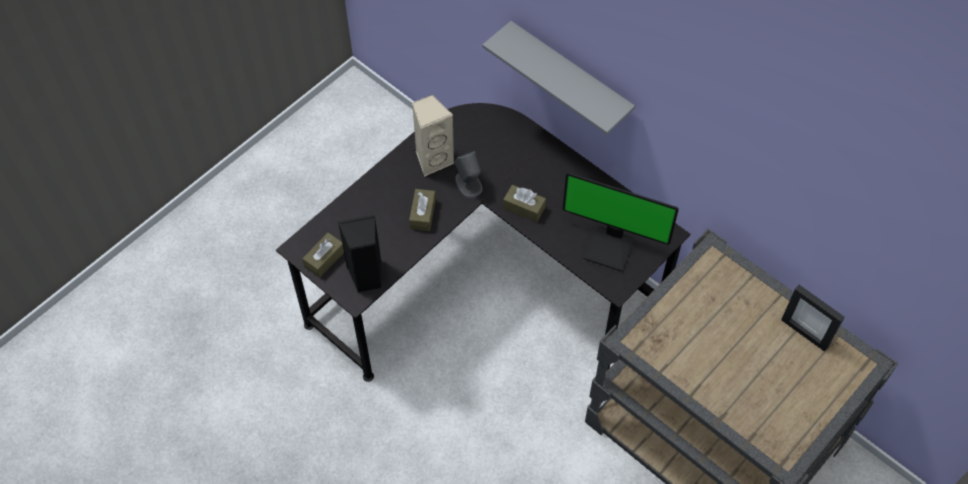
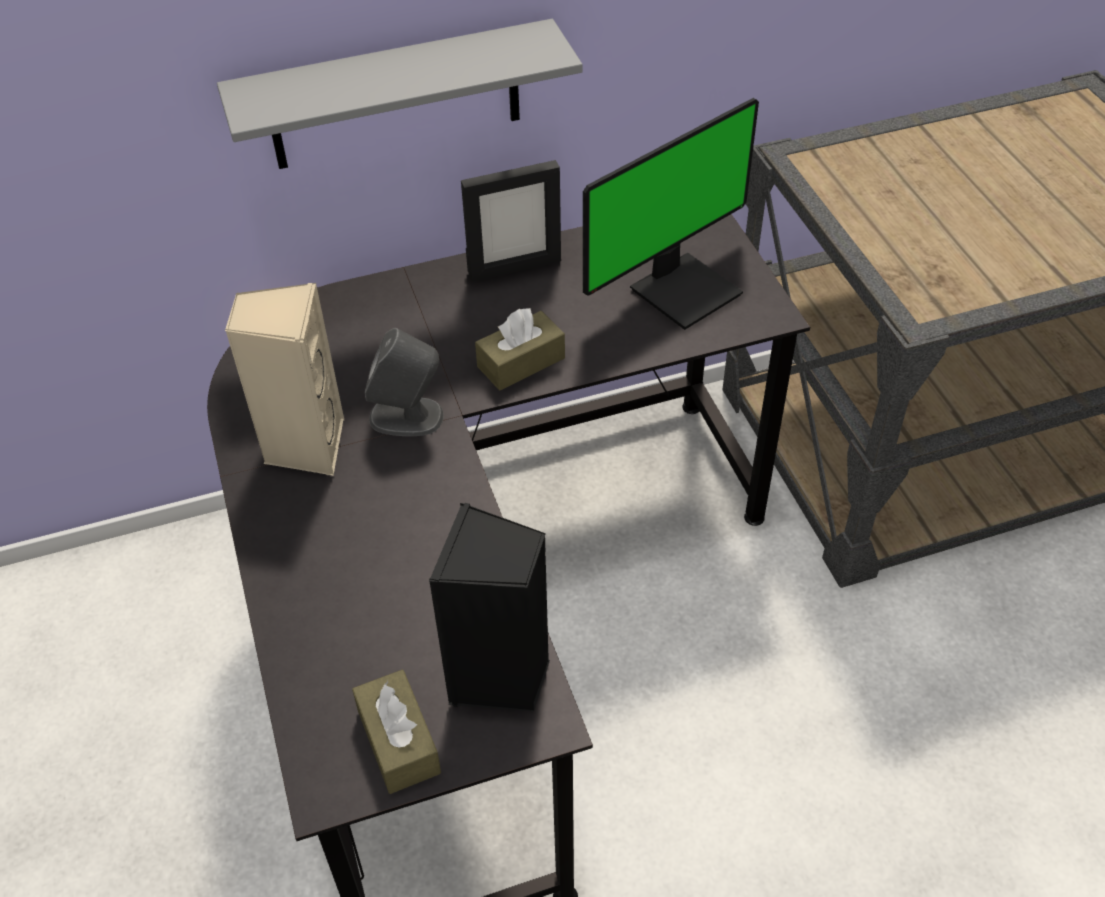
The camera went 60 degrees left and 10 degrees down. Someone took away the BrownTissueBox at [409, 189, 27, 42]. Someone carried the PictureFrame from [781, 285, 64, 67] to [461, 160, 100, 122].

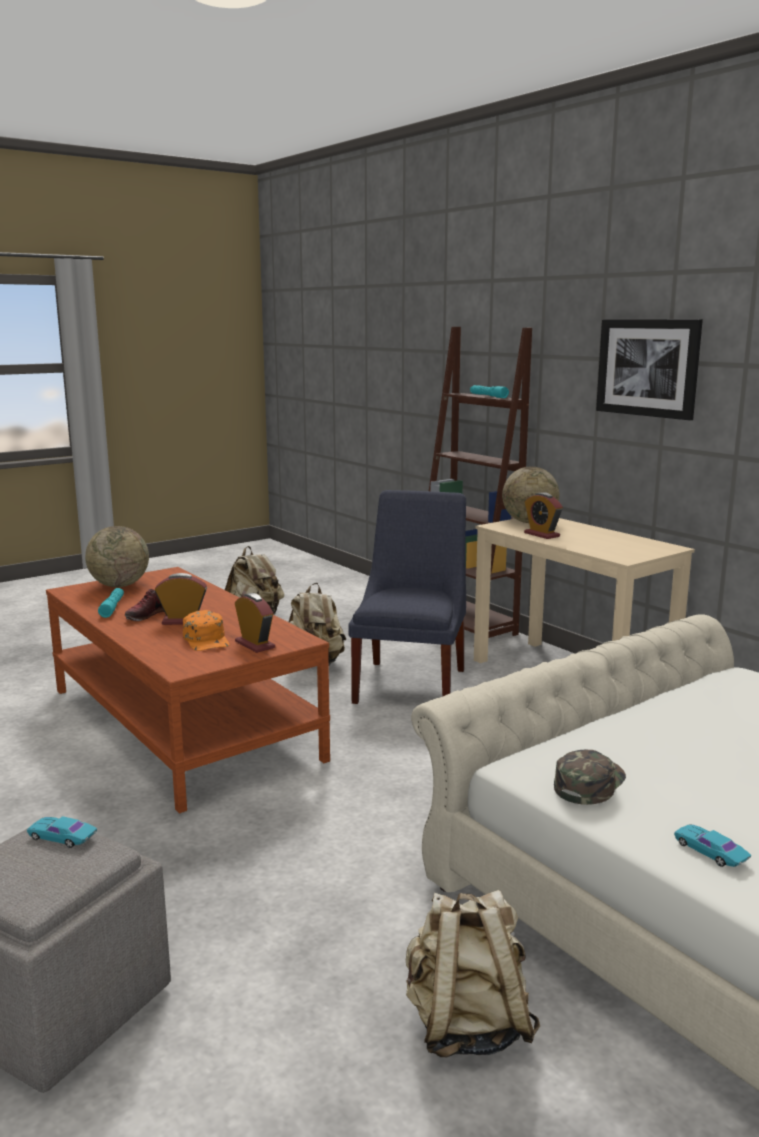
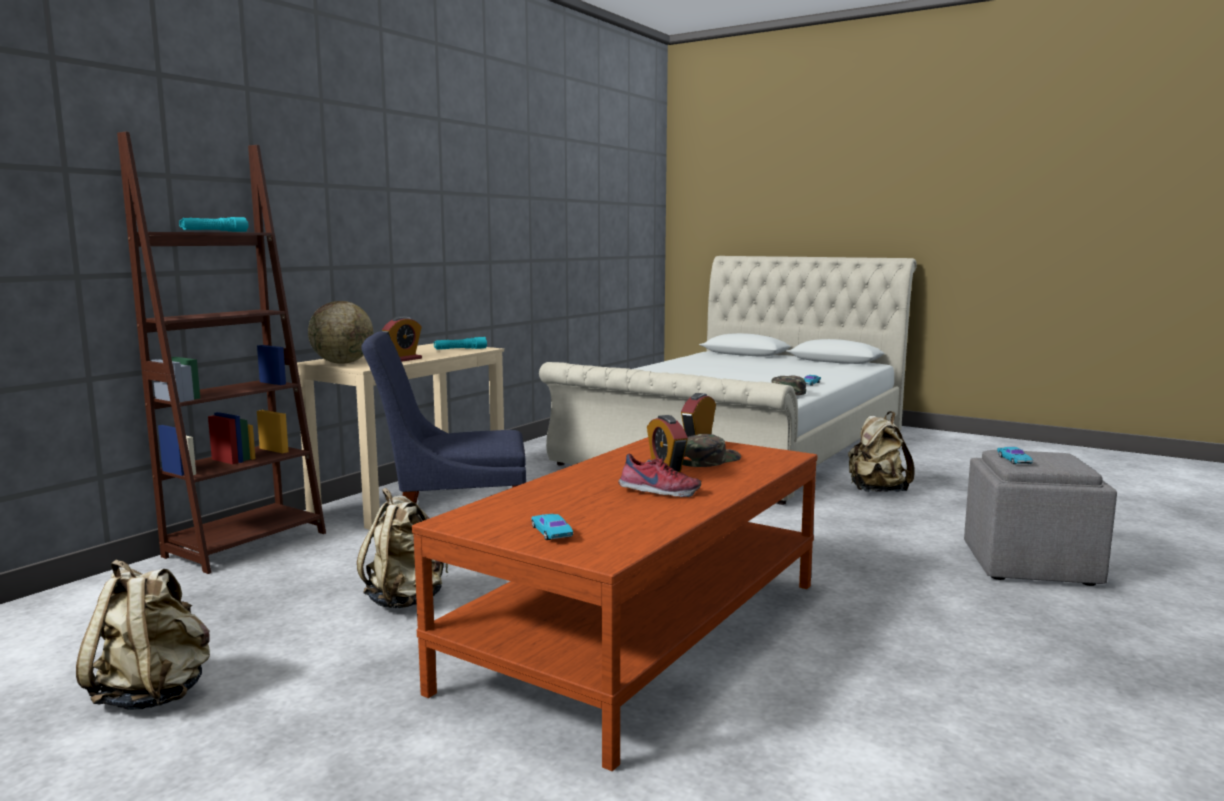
The camera went 110 degrees left and 5 degrees down. Someone swapped the Globe at [85, 526, 64, 61] for the TurquoiseToyCar at [531, 514, 42, 26]. Someone carried the TurquoiseFlashlight from [98, 588, 26, 30] to [434, 337, 53, 13]. Someone repainted the OrangeCap at [183, 610, 47, 41], which became the GreenCap at [682, 434, 59, 33]. Someone took away the Picture at [596, 319, 107, 101].

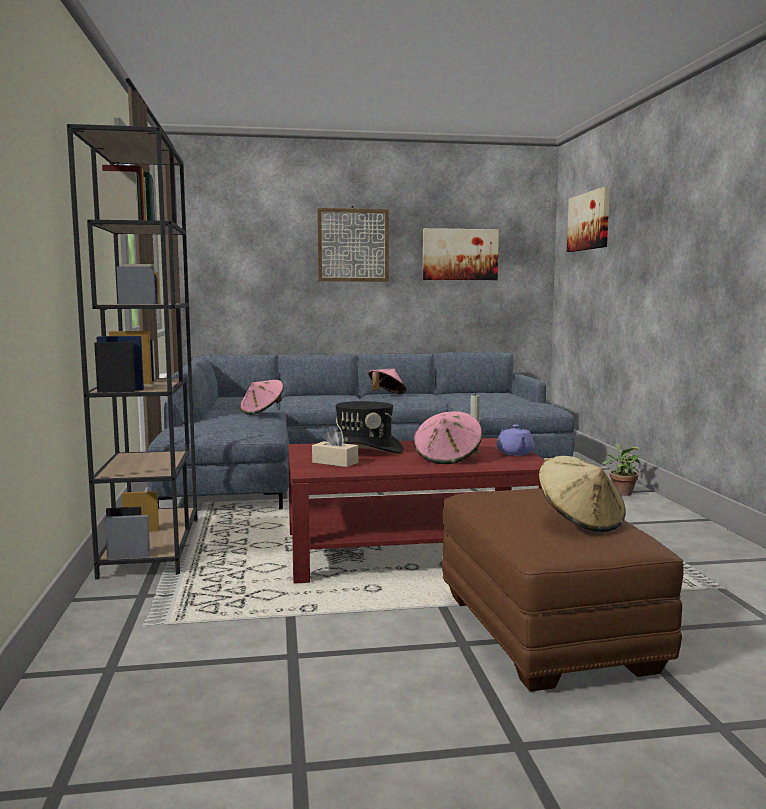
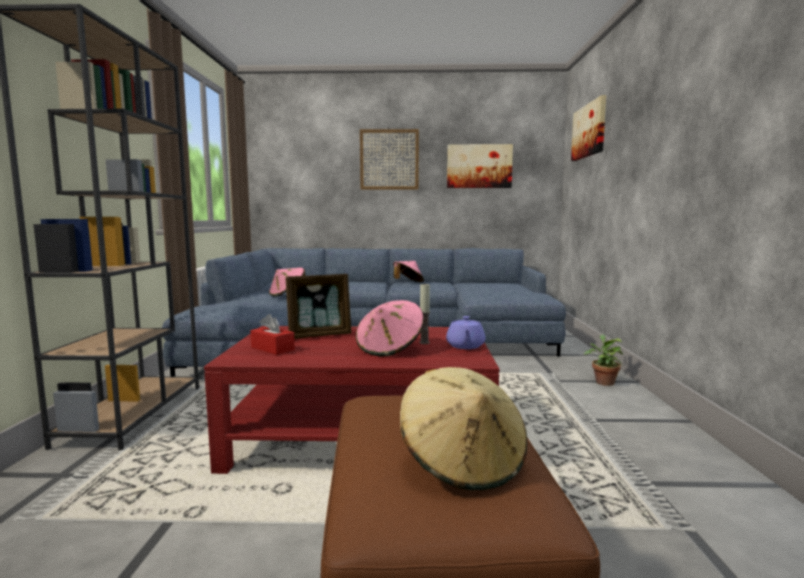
The camera went 10 degrees right and 0 degrees up. Someone repainted the BeigeTissueBox at [312, 428, 46, 39], which became the RedTissueBox at [251, 314, 44, 41]. Someone swapped the BlackHat at [336, 401, 68, 52] for the PictureFrame at [285, 274, 67, 65].

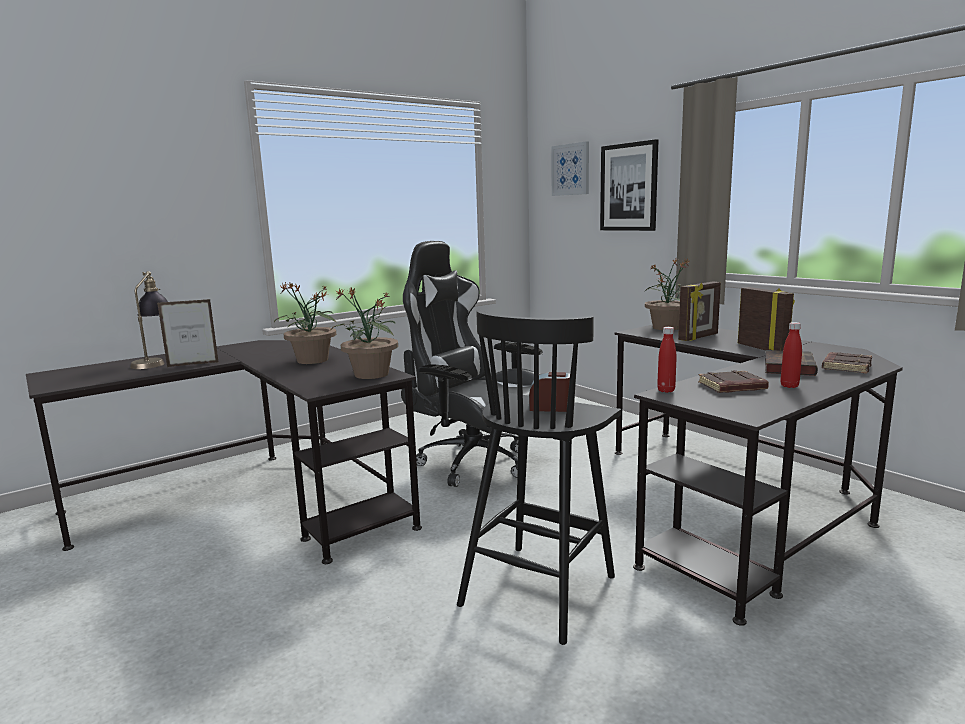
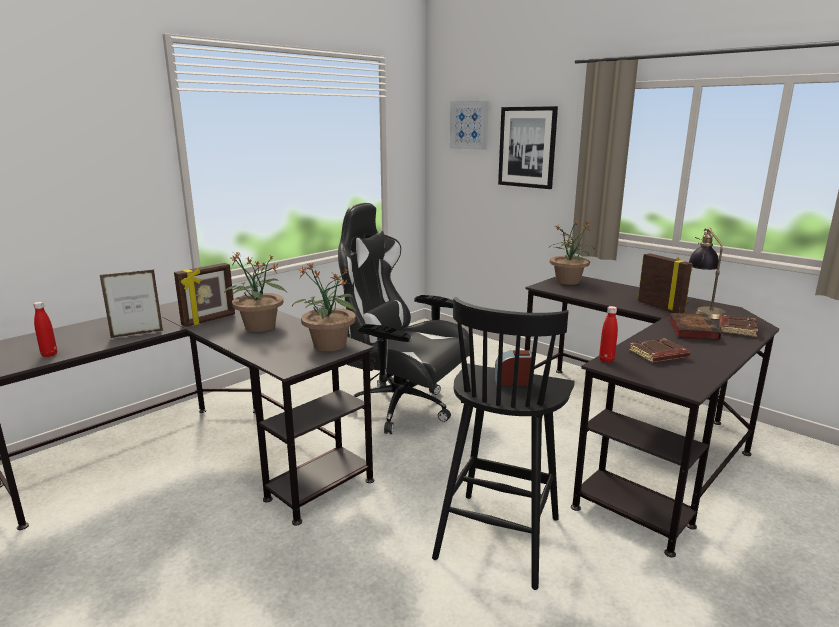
The camera went 10 degrees left and 5 degrees up. Someone carried the TableLamp from [130, 271, 38, 98] to [689, 227, 37, 92]. Someone carried the PictureFrame from [678, 282, 43, 59] to [174, 263, 61, 64]. Someone carried the RedBottle from [780, 322, 22, 66] to [33, 302, 24, 55].

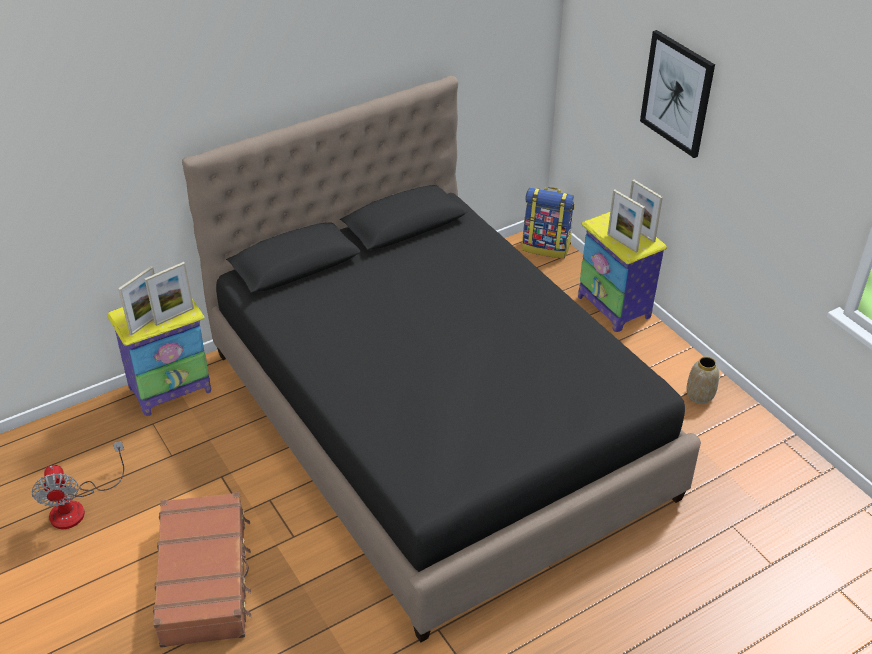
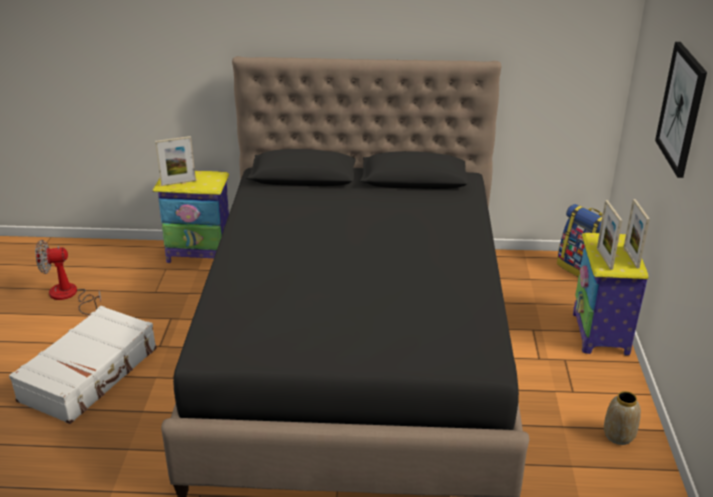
The camera went 35 degrees right and 10 degrees down. Someone rotated the Fan at [32, 441, 92, 88] by 60 degrees clockwise. Someone took away the PictureFrame at [145, 262, 49, 64]. Someone repainted the BrownSuitcase at [153, 492, 99, 156], which became the WhiteSuitcase at [9, 306, 148, 118].

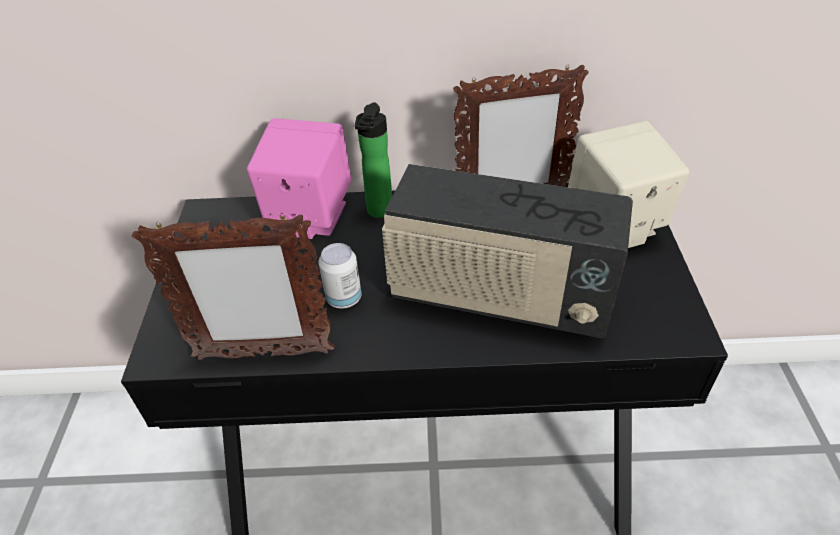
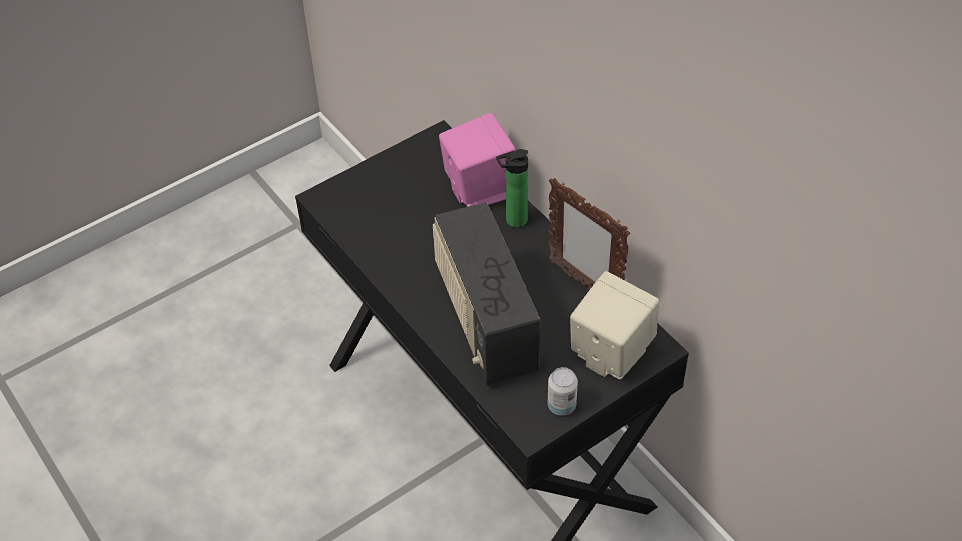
The camera went 55 degrees right and 5 degrees up. Someone took away the PictureFrame at [132, 213, 203, 147]. Someone carried the Can from [319, 243, 42, 66] to [547, 367, 31, 49].

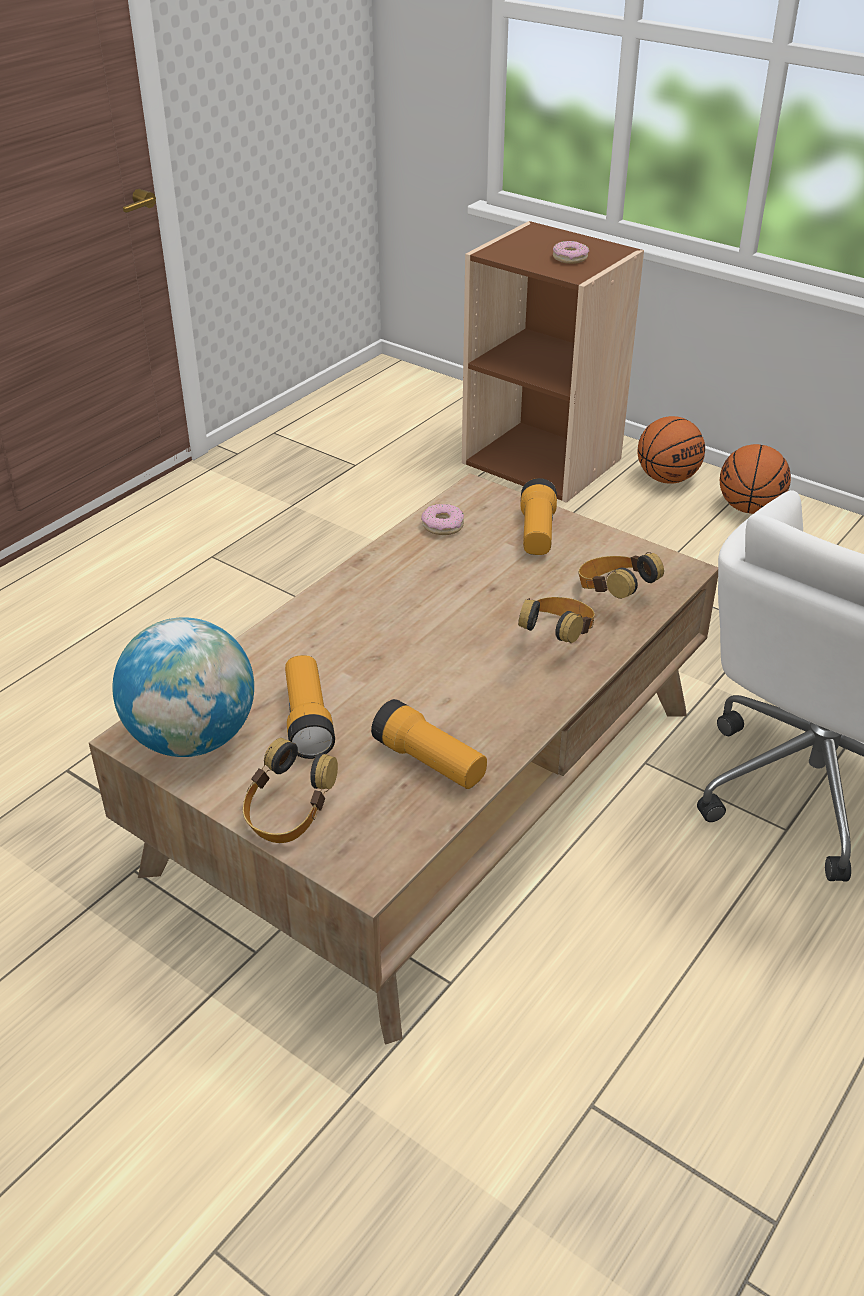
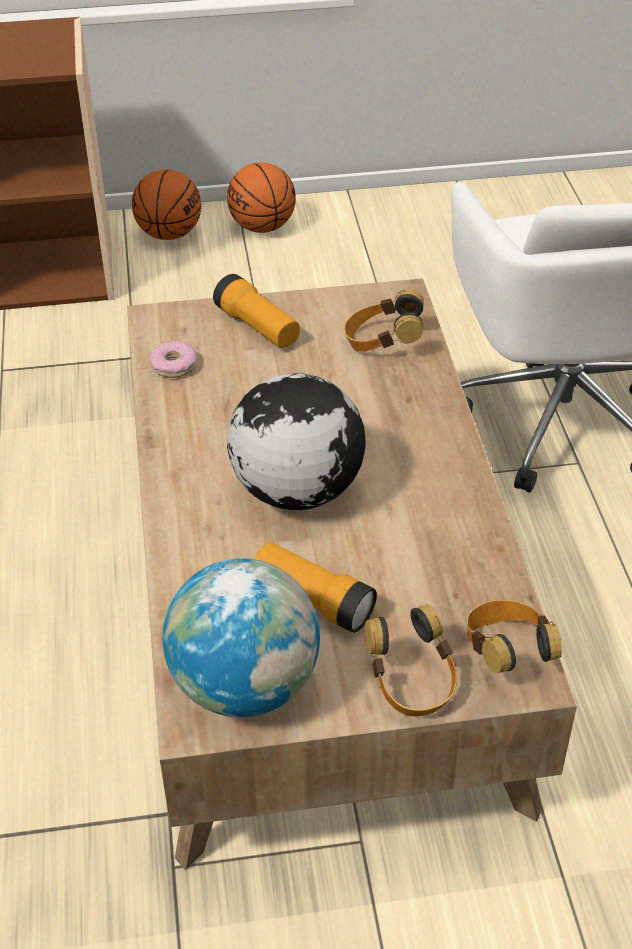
The camera went 45 degrees left and 5 degrees up. Someone took away the Flashlight at [371, 699, 116, 90]. Someone carried the Headphones from [518, 597, 77, 46] to [467, 600, 95, 73]. Someone took away the Donut at [553, 241, 36, 23]. Someone put down the Globe at [227, 373, 139, 137].

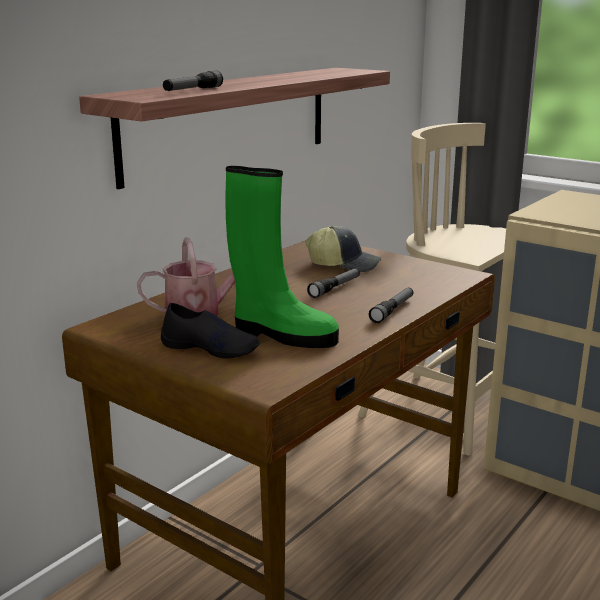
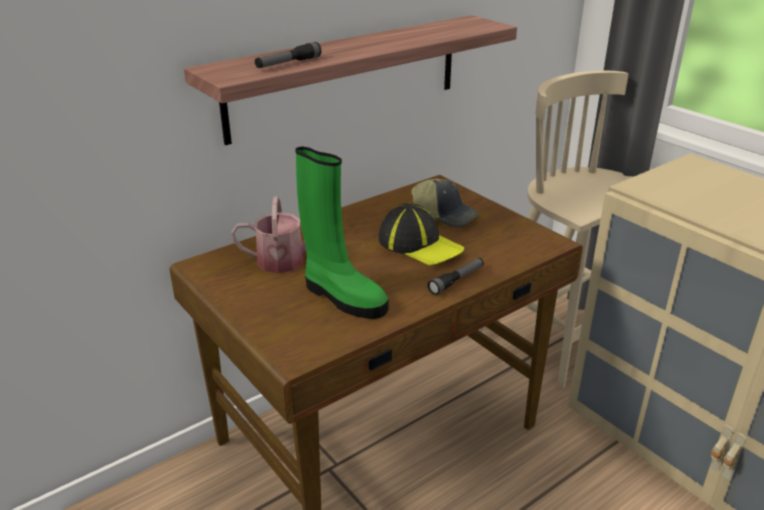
The camera went 15 degrees right and 10 degrees up. Someone took away the BlackShoe at [161, 303, 100, 56]. Someone swapped the Flashlight at [307, 268, 53, 30] for the Cap at [379, 203, 85, 63].

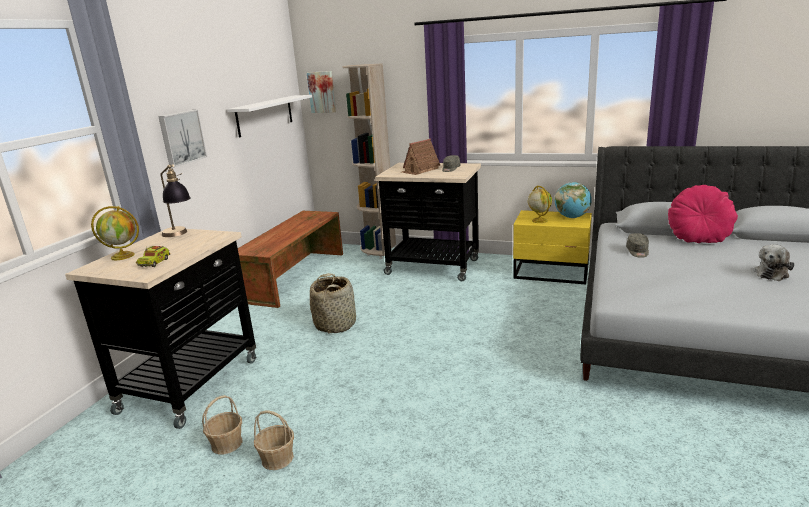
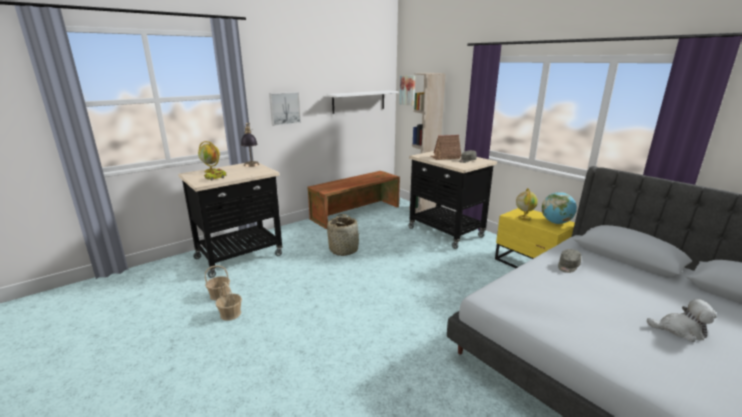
The camera went 30 degrees right and 0 degrees up. Someone took away the PinkPillow at [668, 185, 70, 58]. Someone rotated the PlushToy at [753, 244, 41, 37] by 150 degrees counterclockwise.

